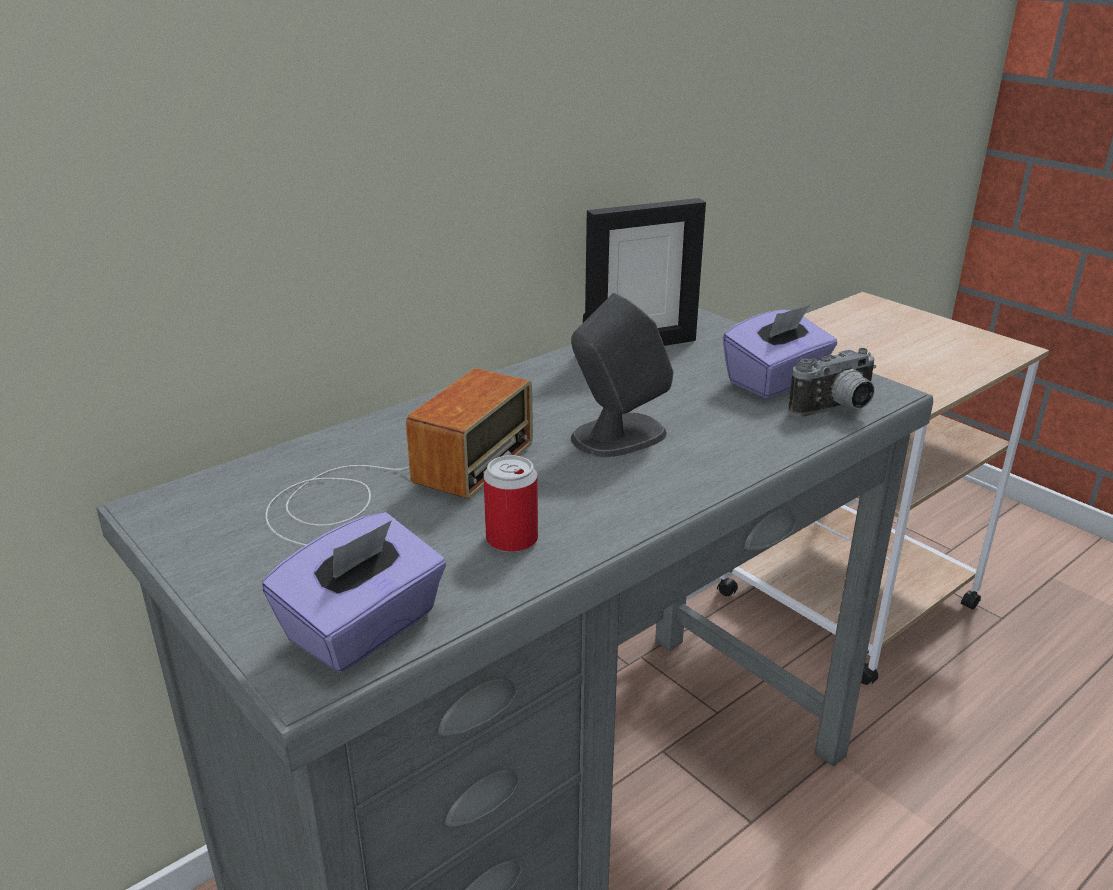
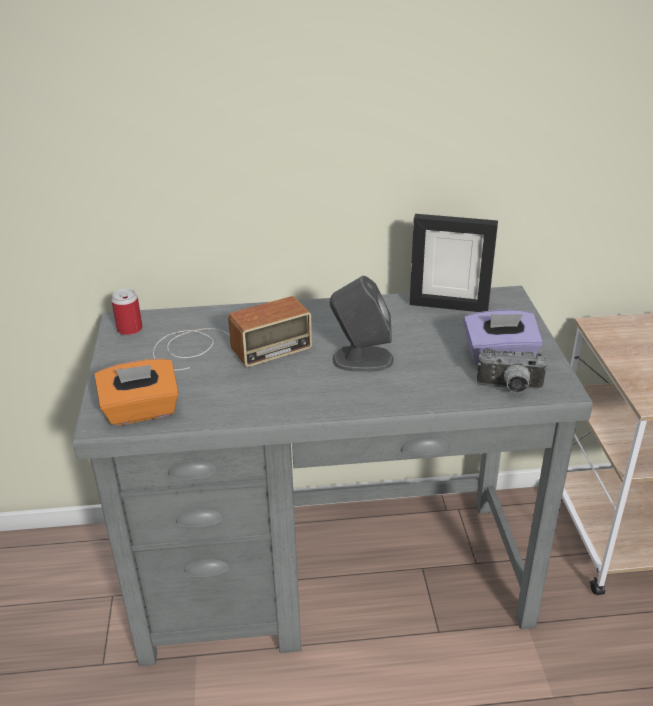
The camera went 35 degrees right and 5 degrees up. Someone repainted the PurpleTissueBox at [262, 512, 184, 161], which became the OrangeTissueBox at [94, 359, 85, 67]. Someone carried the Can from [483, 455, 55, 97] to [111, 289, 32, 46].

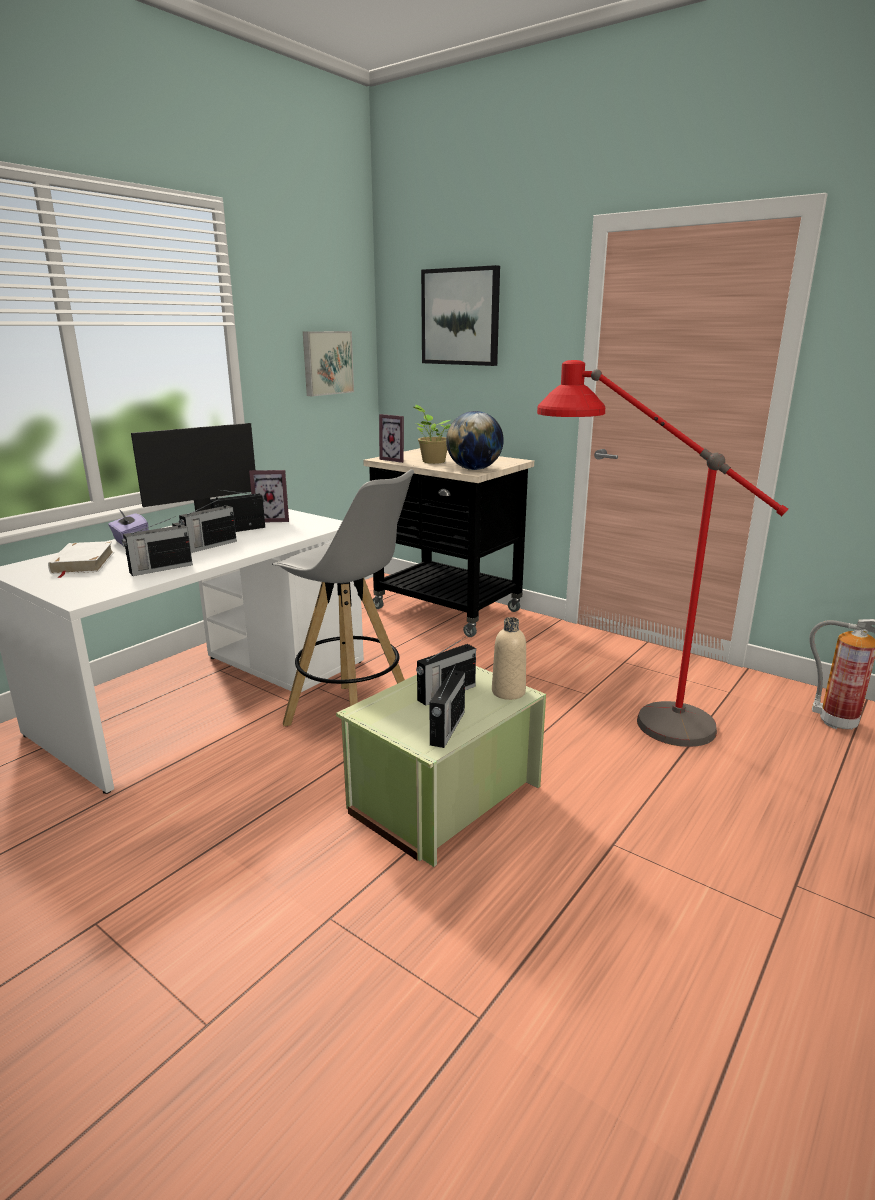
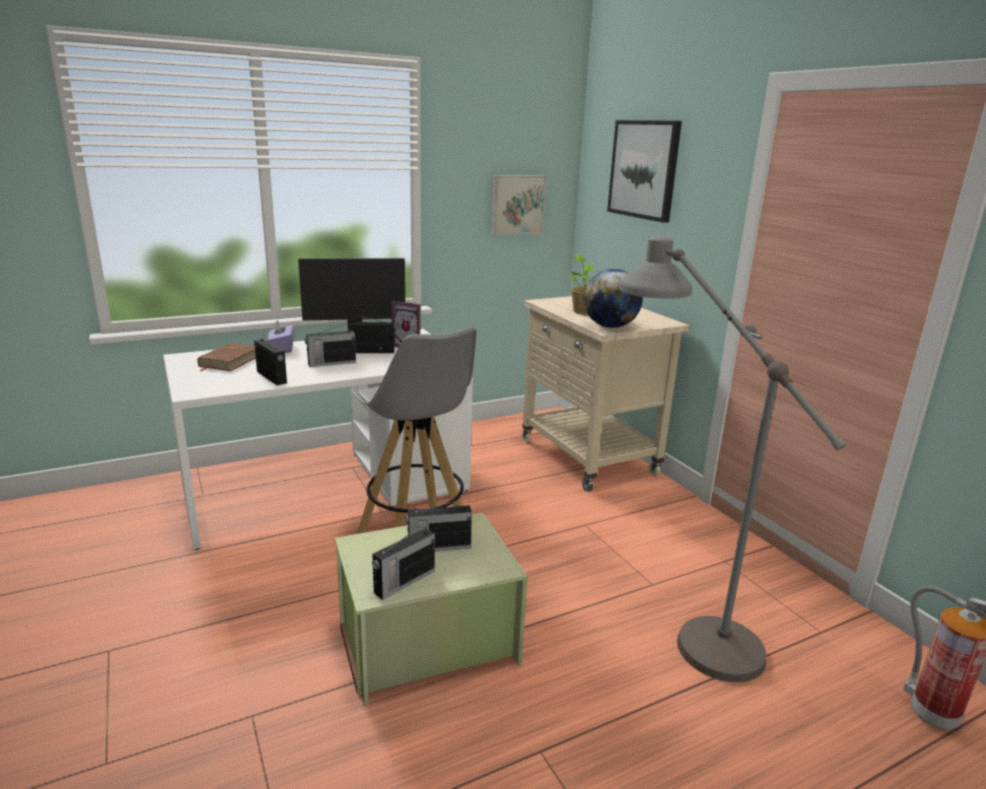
The camera went 25 degrees right and 0 degrees up. Someone repainted the WhiteBook at [48, 541, 66, 37], which became the BrownBook at [197, 343, 59, 28]. Someone rotated the Radio at [122, 516, 71, 60] by 120 degrees counterclockwise. Someone repainted the BlackCart at [363, 448, 171, 189], which became the BeigeCart at [522, 296, 167, 196]. Someone took away the PictureFrame at [379, 414, 25, 49]. Someone took away the BeigeBottle at [492, 617, 34, 83]. Someone repainted the RedFloorLamp at [537, 360, 251, 387], which became the GreyFloorLamp at [619, 236, 227, 446].

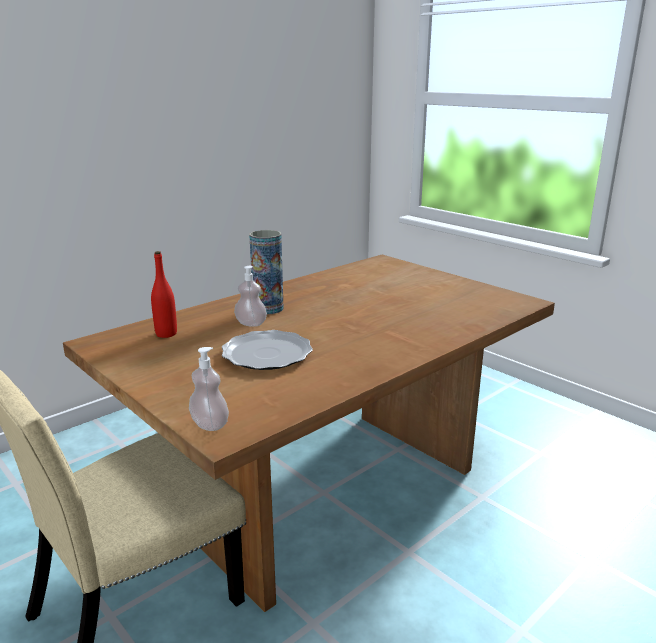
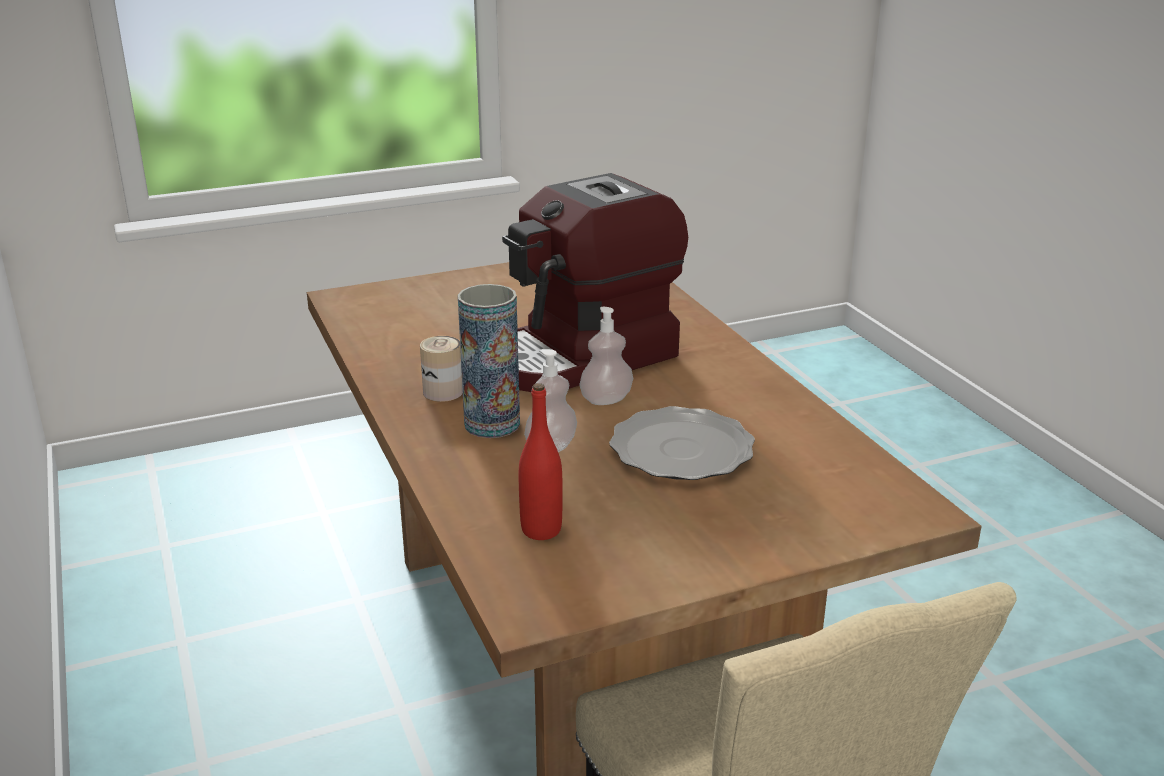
The camera went 70 degrees left and 5 degrees up. Someone carried the SoapDispenser from [189, 347, 40, 84] to [579, 306, 54, 99]. Someone put down the Can at [420, 336, 43, 66]. Someone put down the CoffeeMachine at [502, 173, 186, 219].

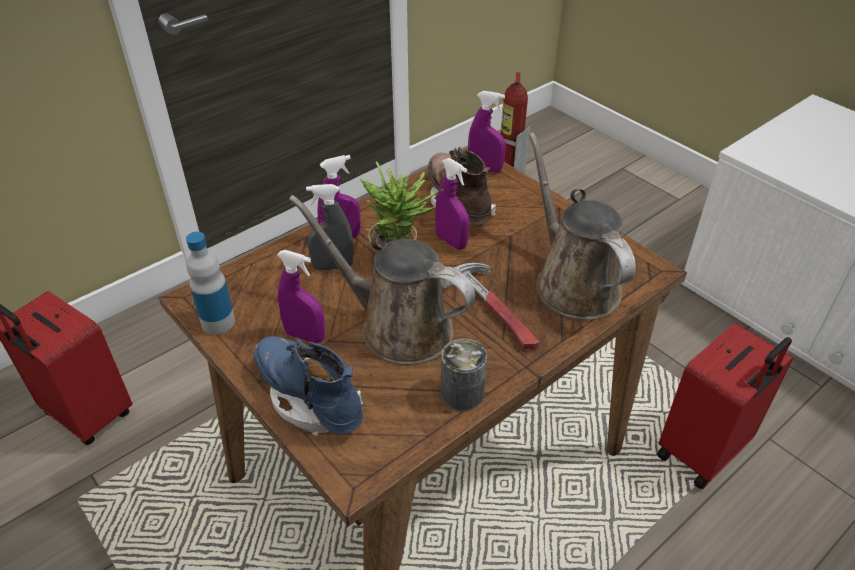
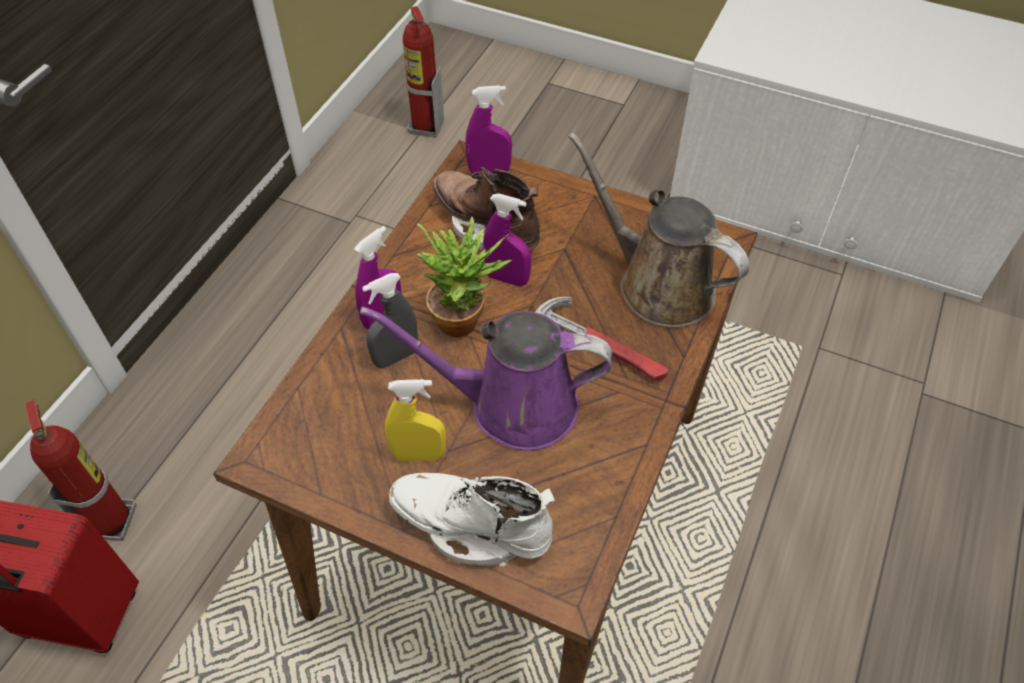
The camera went 25 degrees left and 10 degrees up. Someone took away the Bottle at [186, 232, 49, 102]. Someone repainted the BlueBoot at [254, 336, 110, 100], which became the WhiteBoot at [389, 473, 166, 94]. Someone repainted the PurpleSprayBottle at [277, 250, 48, 93], which became the YellowSprayBottle at [385, 379, 61, 82]. Someone repainted the BrownWateringCan at [289, 195, 186, 170], which became the PurpleWateringCan at [360, 306, 253, 145]. Someone took away the Can at [441, 339, 46, 72]. Someone took away the RedSuitcase at [657, 323, 137, 167]. Someone put down the FireExtinguisher at [25, 399, 112, 142].

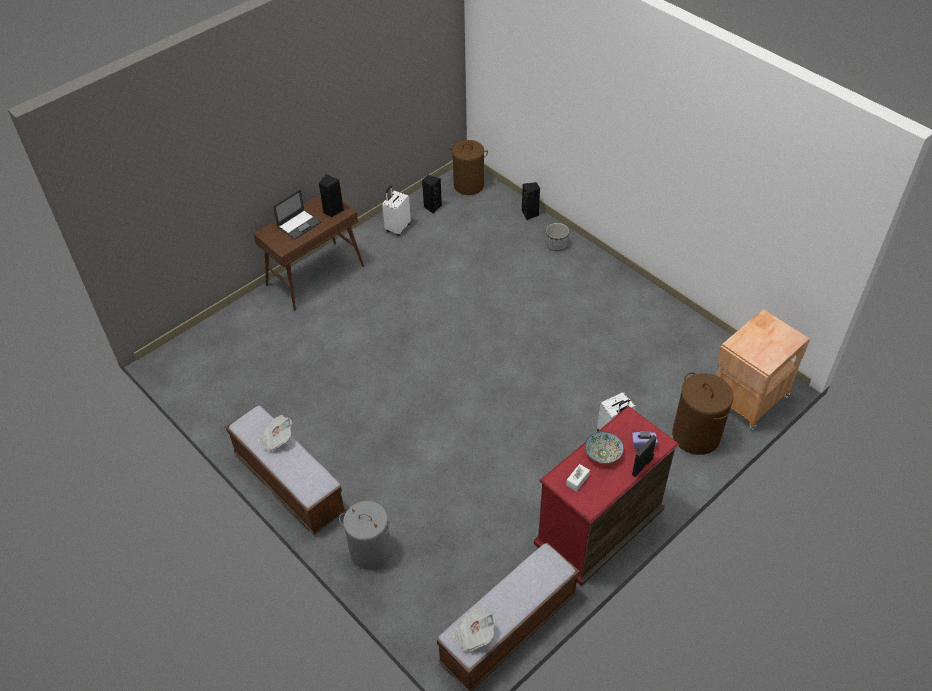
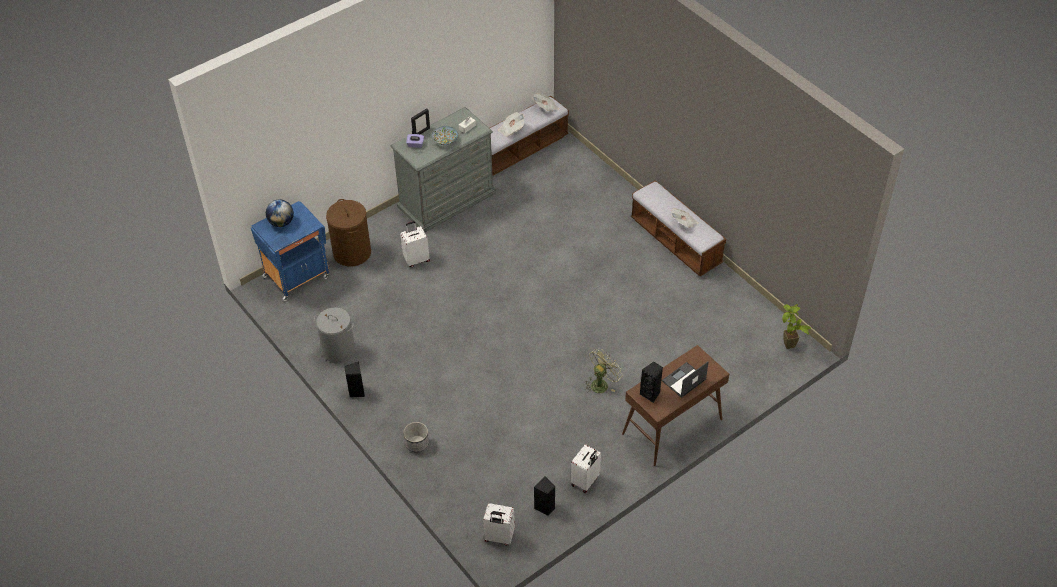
The camera went 175 degrees left and 0 degrees up. Someone carried the GreyLaundryBasket from [339, 501, 53, 69] to [314, 308, 41, 55]. Someone swapped the BrownLaundryBasket at [449, 140, 39, 55] for the WhiteSuitcase at [483, 503, 32, 43]. Someone carried the BlackSpeaker from [522, 182, 18, 38] to [344, 361, 21, 36]. Someone repainted the RedDresser at [534, 406, 145, 180], which became the GreyDresser at [391, 107, 105, 125]. Someone repainted the BrownCart at [716, 309, 94, 121], which became the BlueCart at [251, 201, 78, 100]. Someone put down the Globe at [266, 199, 28, 28]. Someone put down the Newspaper at [498, 112, 27, 25]. Someone put down the GreenFan at [585, 348, 38, 45]. Someone put down the PottedPlant at [782, 304, 29, 45].

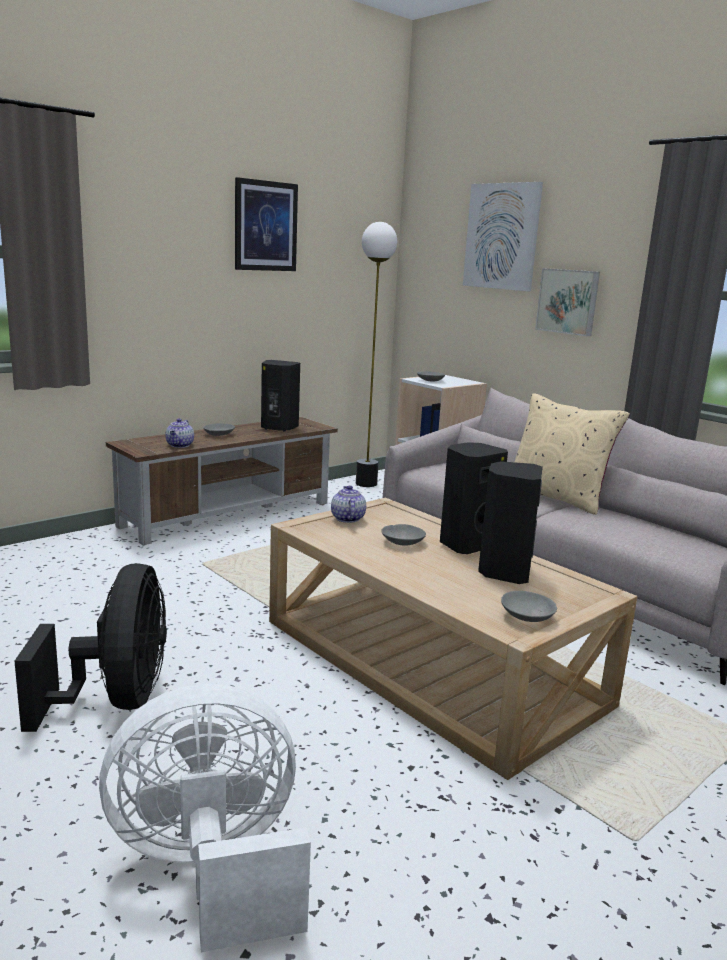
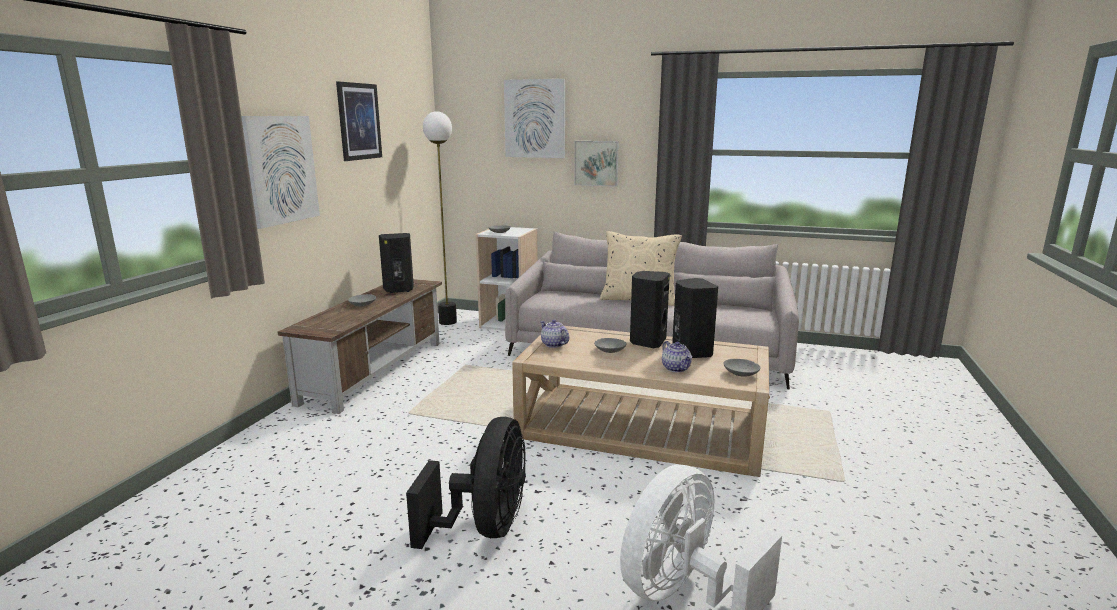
The camera went 30 degrees left and 0 degrees up. Someone rotated the BlackFan at [15, 563, 152, 169] by 45 degrees clockwise. Someone carried the Teapot from [165, 418, 29, 30] to [662, 341, 30, 31]. Someone put up the Picture at [241, 116, 79, 113].

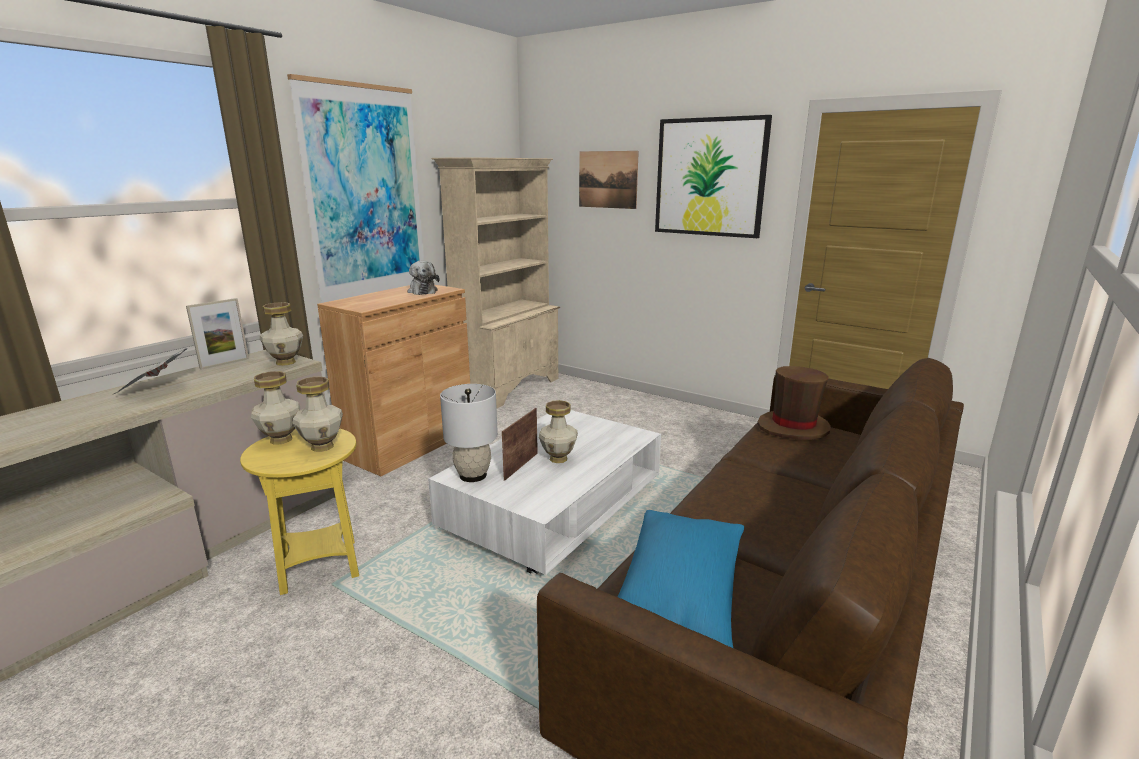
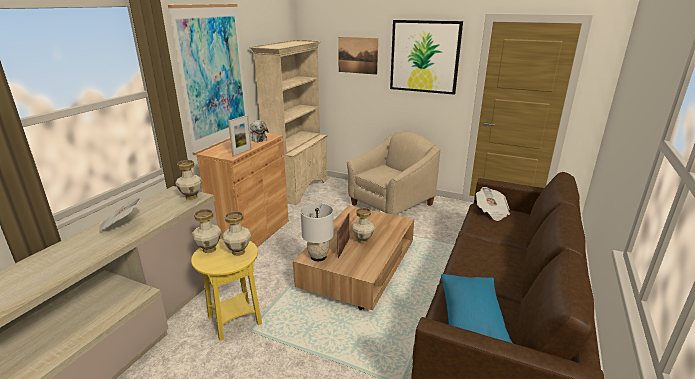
The camera went 10 degrees left and 5 degrees up. Someone carried the PictureFrame from [186, 298, 63, 72] to [228, 115, 24, 42]. Someone repainted the WhiteCoffeeTable at [428, 410, 233, 165], which became the BrownCoffeeTable at [293, 205, 121, 105]. Someone swapped the BrownHat at [757, 366, 74, 74] for the Newspaper at [476, 187, 34, 34]. Someone put down the BeigeArmchair at [347, 131, 93, 84].

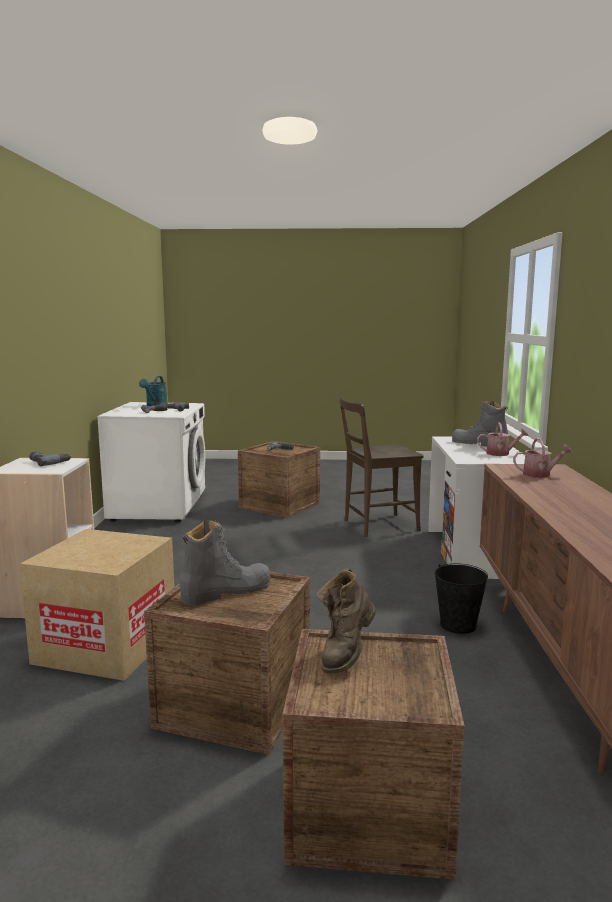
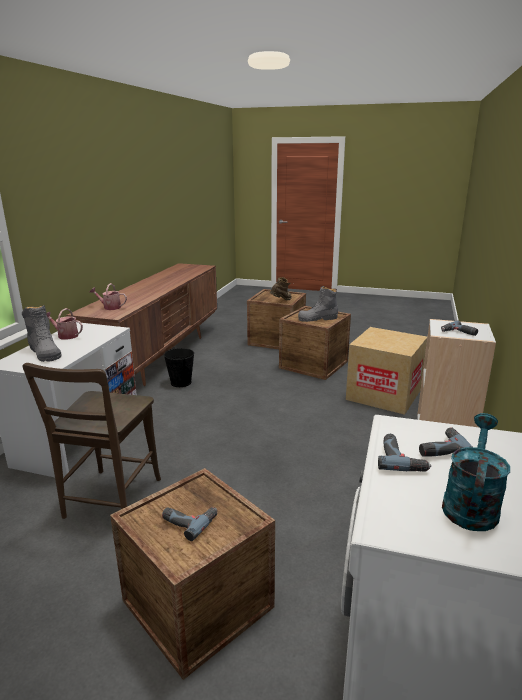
The camera went 165 degrees left and 10 degrees up. Someone rotated the BrownChair at [339, 397, 85, 140] by 105 degrees clockwise.

